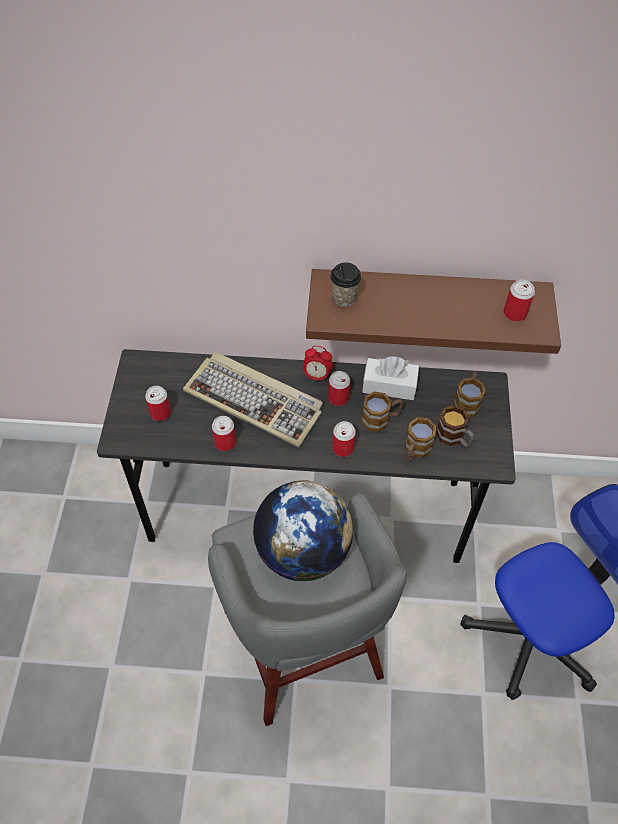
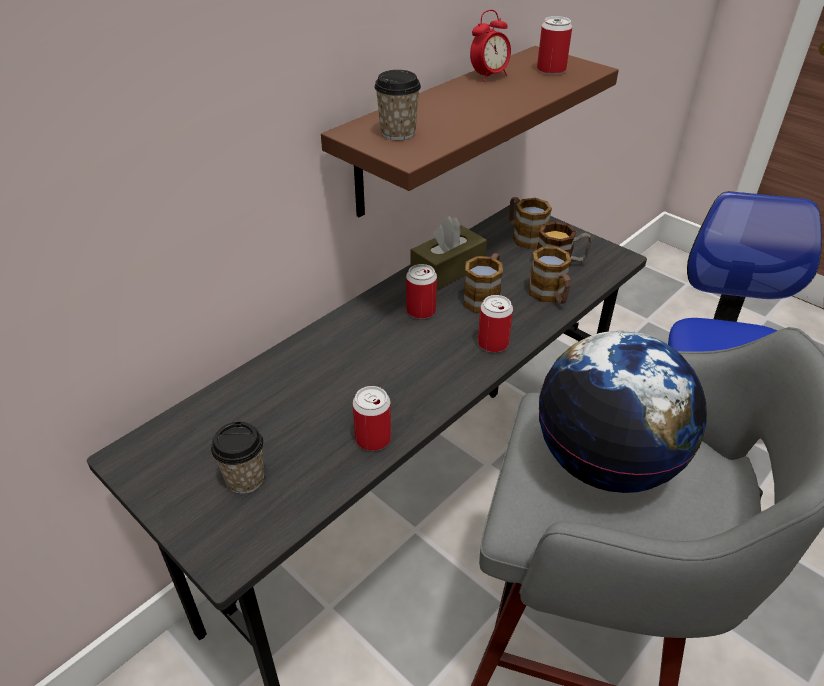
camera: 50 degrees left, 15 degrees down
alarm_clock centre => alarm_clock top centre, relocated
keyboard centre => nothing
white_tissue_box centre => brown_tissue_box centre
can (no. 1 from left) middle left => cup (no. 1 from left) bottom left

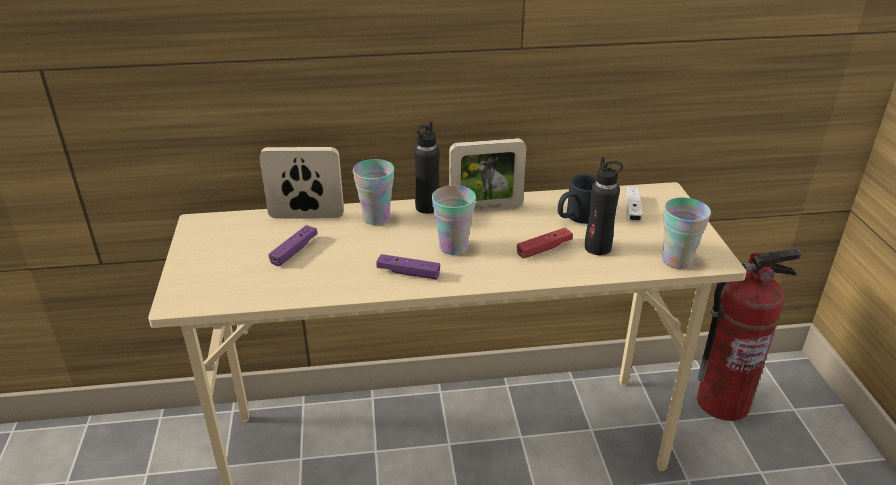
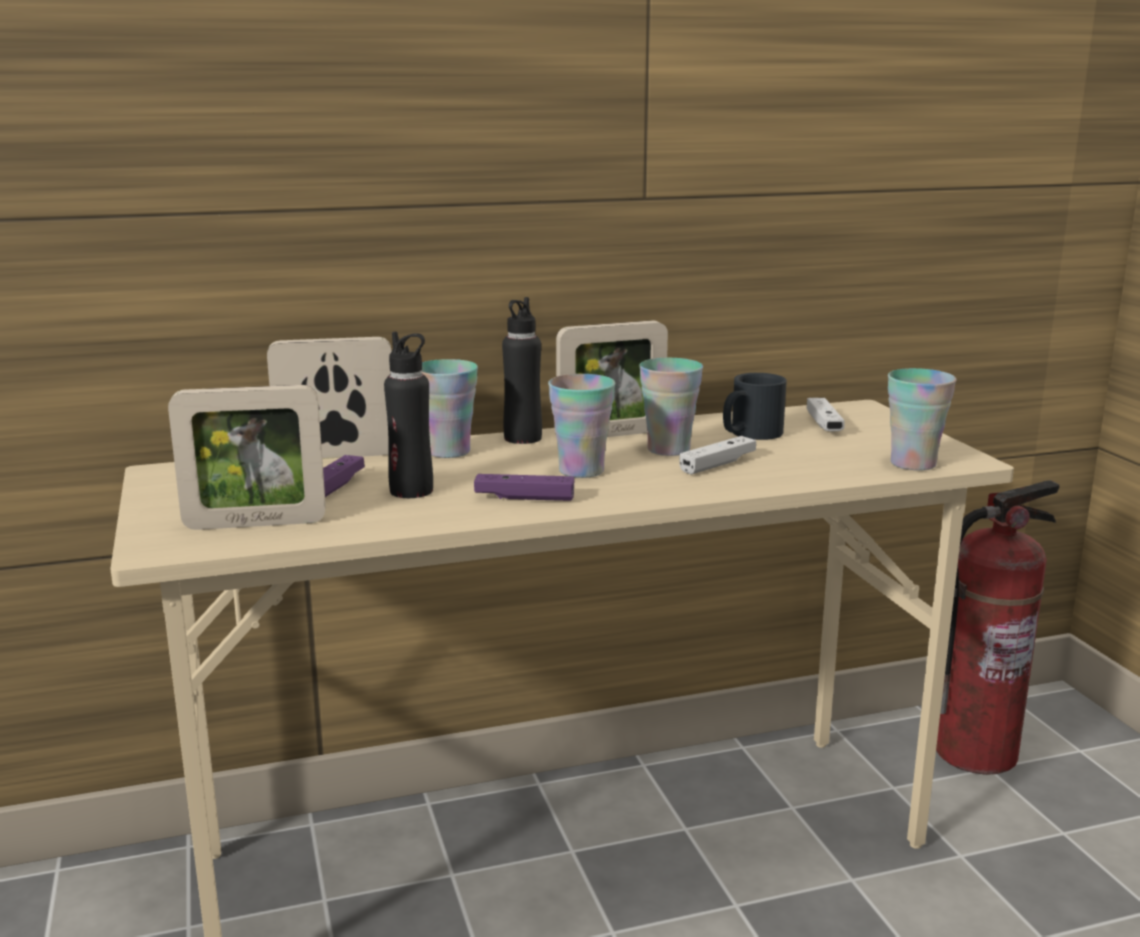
camera: 10 degrees left, 15 degrees down
black_bottle (no. 2 from left in the first image) middle right => black_bottle (no. 1 from left) centre, relocated
red_game_controller centre => white_game_controller (no. 1 from left) centre
nothing => cup (no. 3 from left) centre
nothing => picture_frame (no. 1 from left) middle left

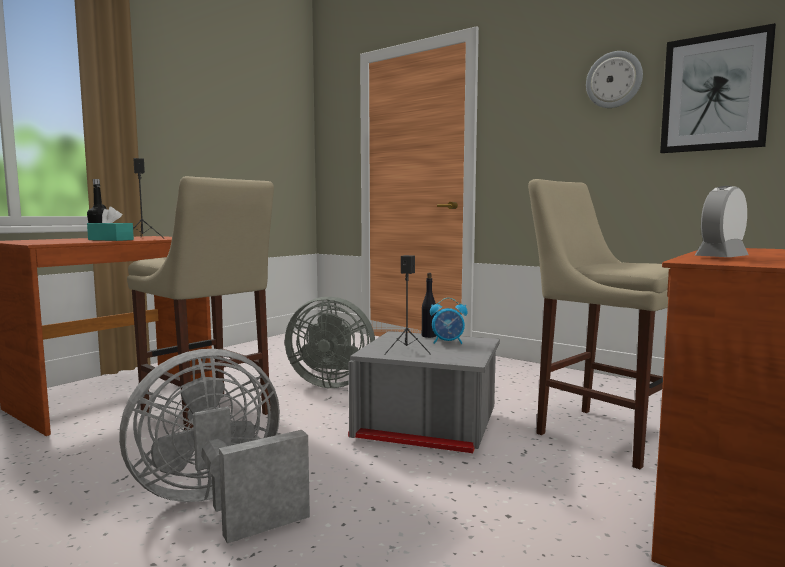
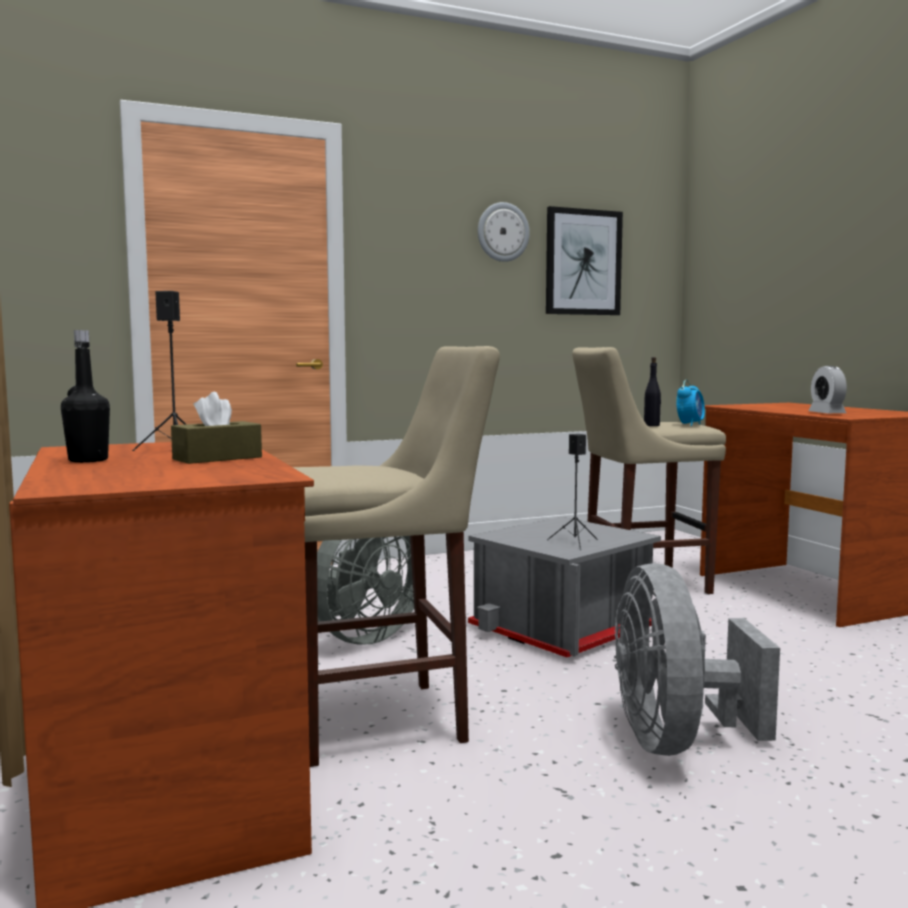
camera: 60 degrees left, 0 degrees up
turquoise_tissue_box middle left => brown_tissue_box middle left
black_bottle (no. 2 from left) centre => black_bottle (no. 2 from left) middle right, relocated
alarm_clock (no. 1 from left) centre => alarm_clock (no. 1 from left) middle right, relocated

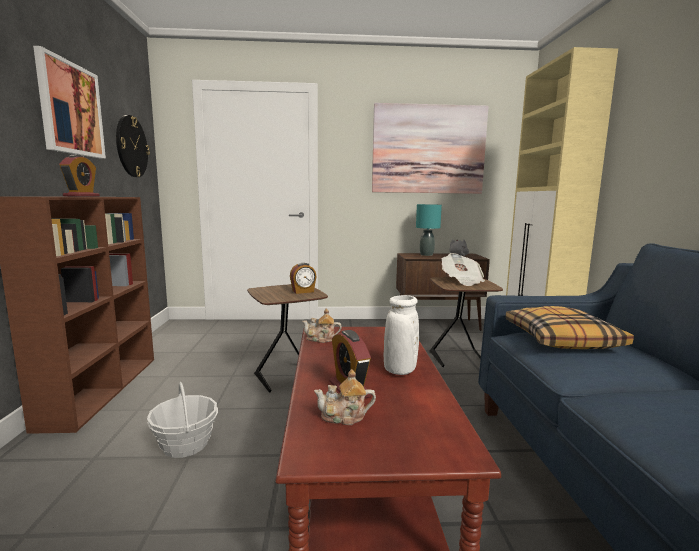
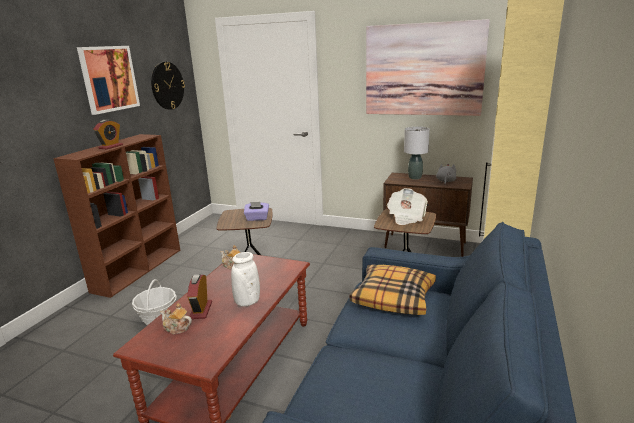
camera: 25 degrees right, 10 degrees up
turquoise_table_lamp centre => grey_table_lamp centre
alarm_clock (no. 2 from left) centre => purple_tissue_box centre

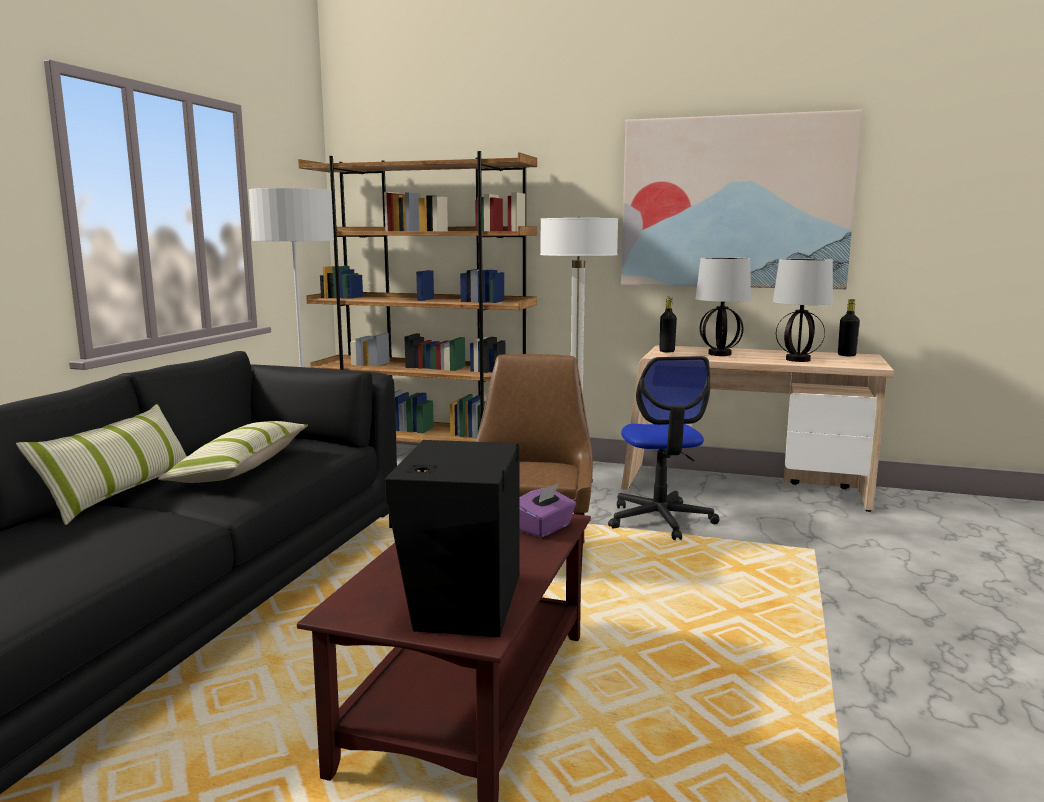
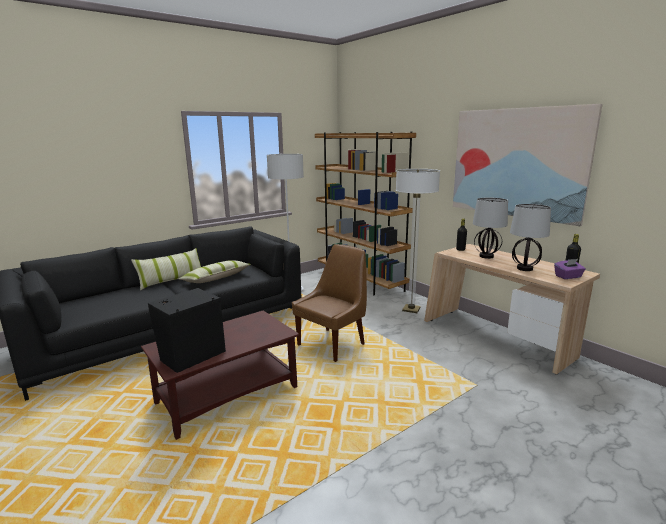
camera: 35 degrees right, 5 degrees up
office_chair centre => nothing
purple_tissue_box centre => purple_tissue_box middle right, relocated

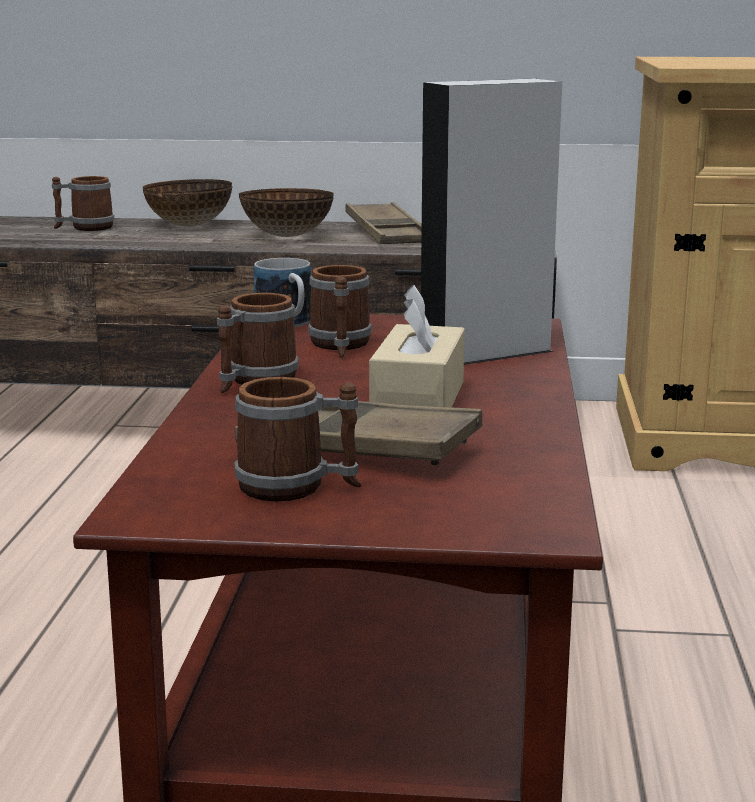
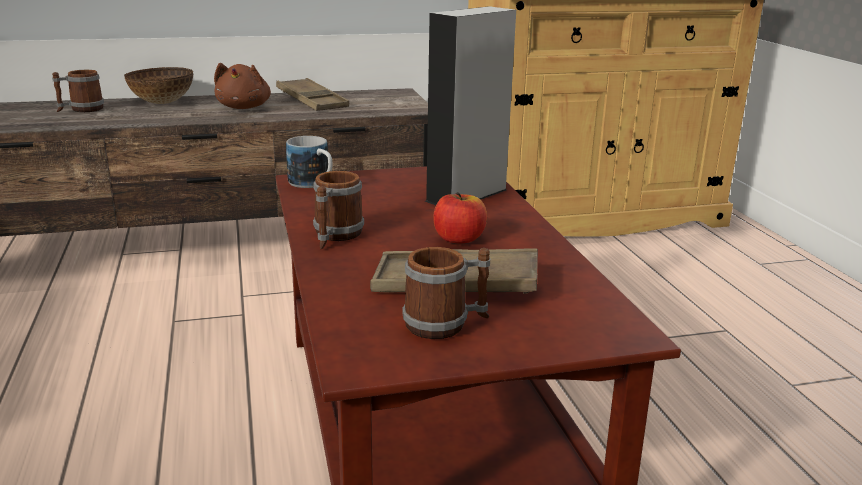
camera: 20 degrees left, 5 degrees up
bowl (no. 2 from left) top centre => brown_plush_toy top left
mug (no. 5 from left) centre => nothing
beige_tissue_box centre => apple centre

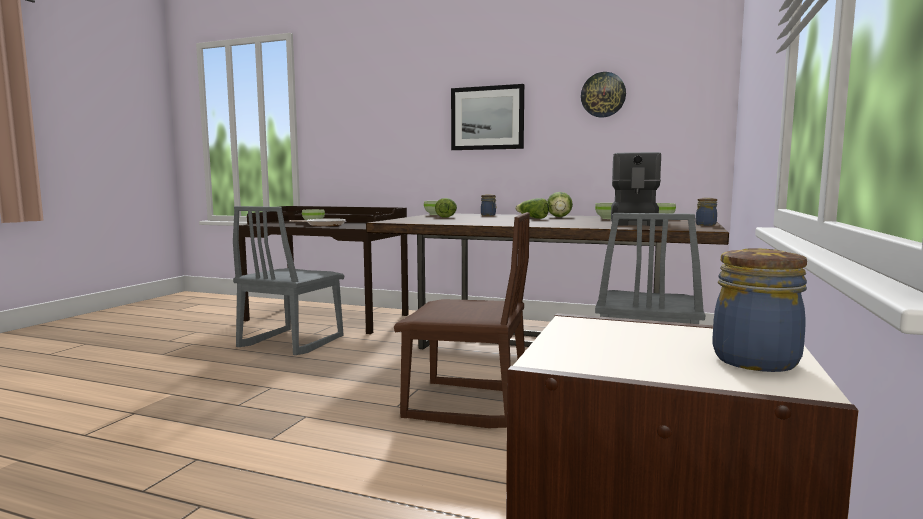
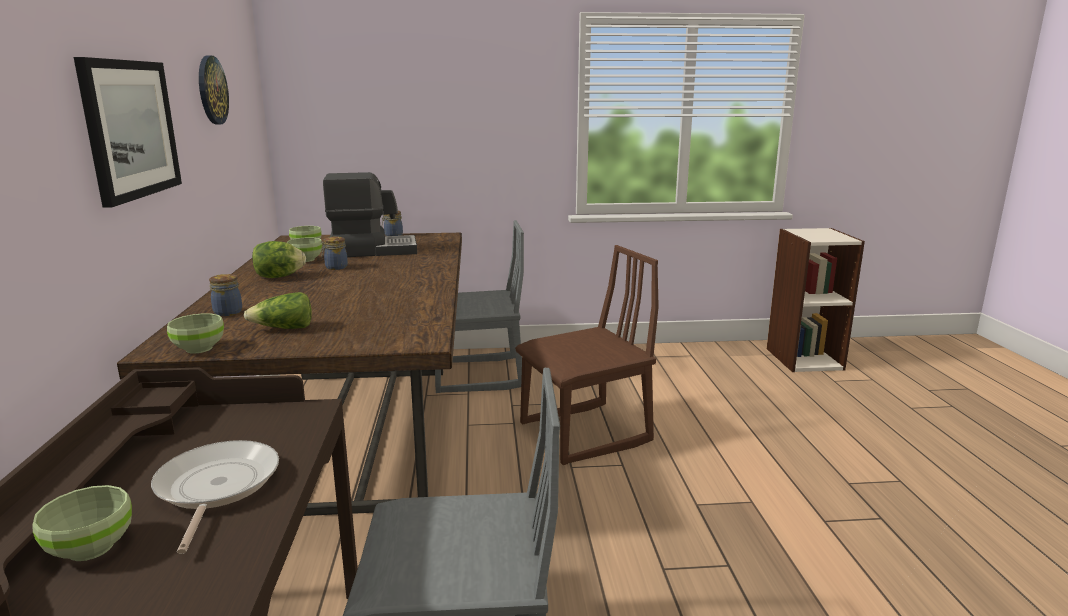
camera: 115 degrees left, 10 degrees up
lettuce (no. 2 from left) centre => nothing
brown_chair centre, 75 degrees clockwise
jar (no. 3 from left in the first image) middle right => jar (no. 2 from left) middle left, relocated

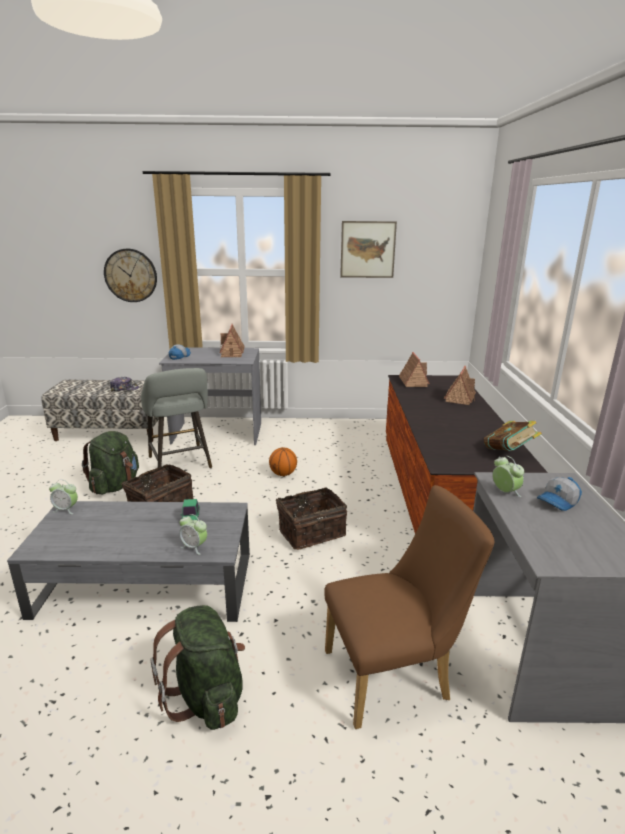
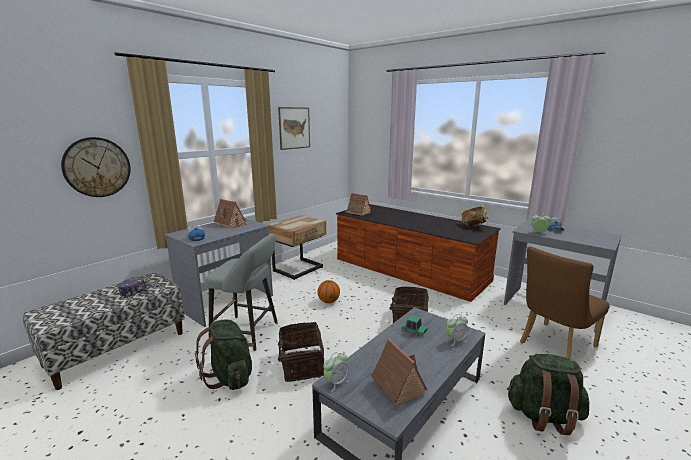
camera: 50 degrees left, 5 degrees down
toy_house (no. 3 from left) middle right => toy_house (no. 3 from left) bottom centre, relocated
brown_chair bottom centre => brown_chair middle right, 150 degrees counterclockwise
nothing => beige_nightstand centre

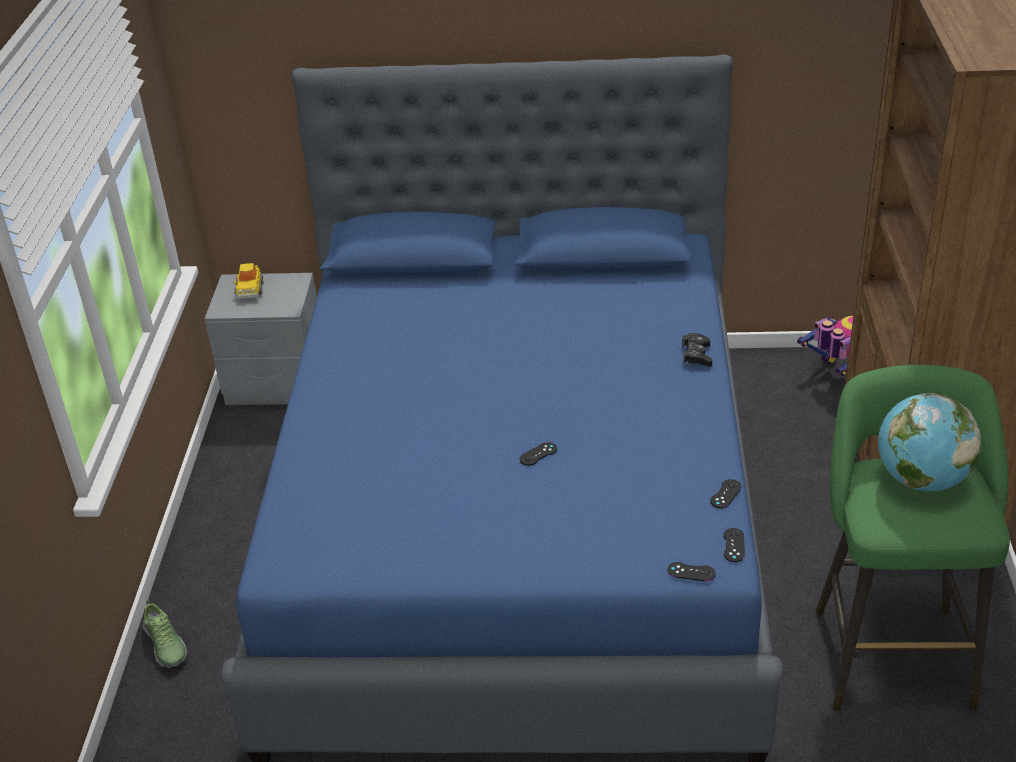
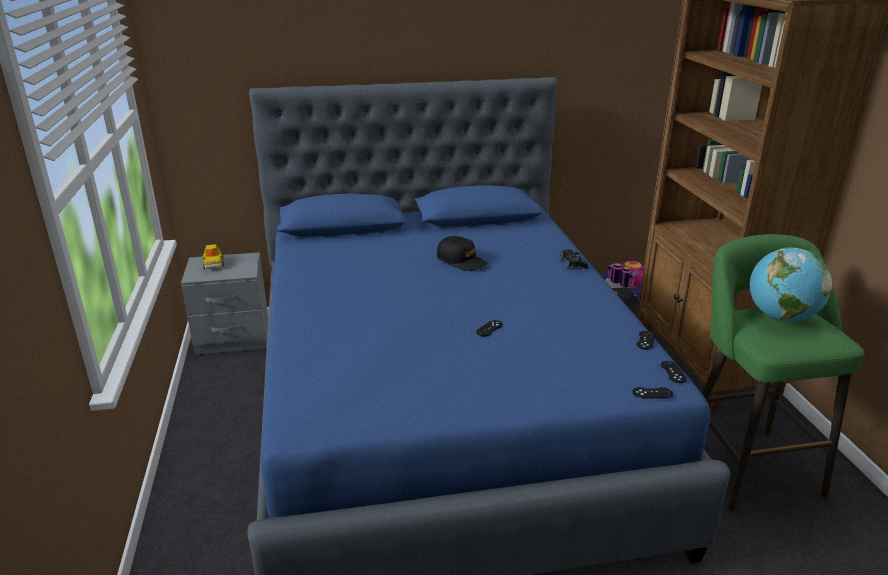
camera: 15 degrees left, 10 degrees down
shoe bottom left => nothing
nothing => black_cap centre

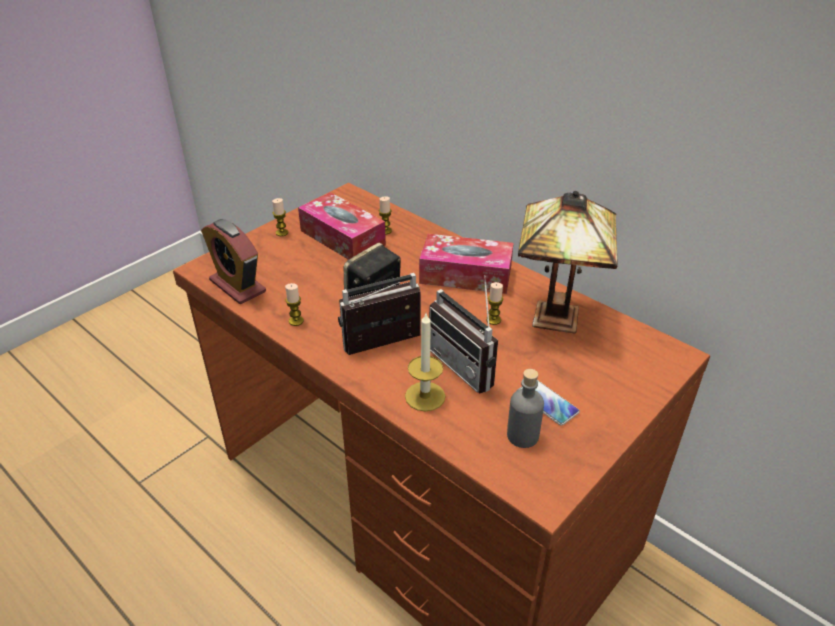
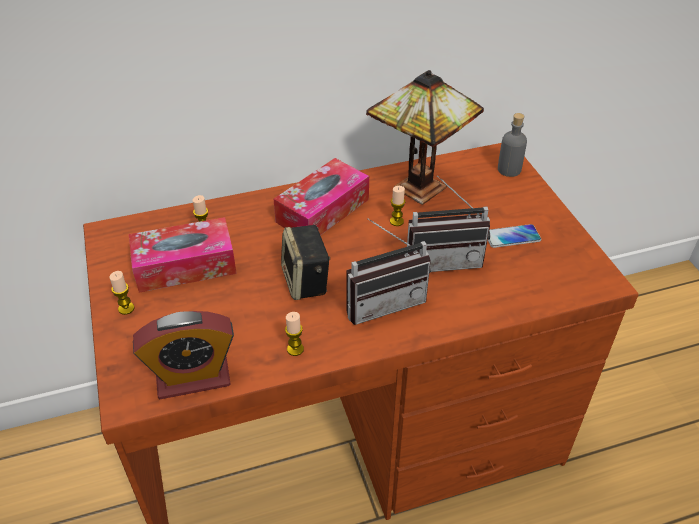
camera: 60 degrees left, 5 degrees up
radio (no. 1 from left) centre, 120 degrees counterclockwise
candle (no. 4 from left) centre => nothing
grey_bottle centre => grey_bottle top right, relocated

